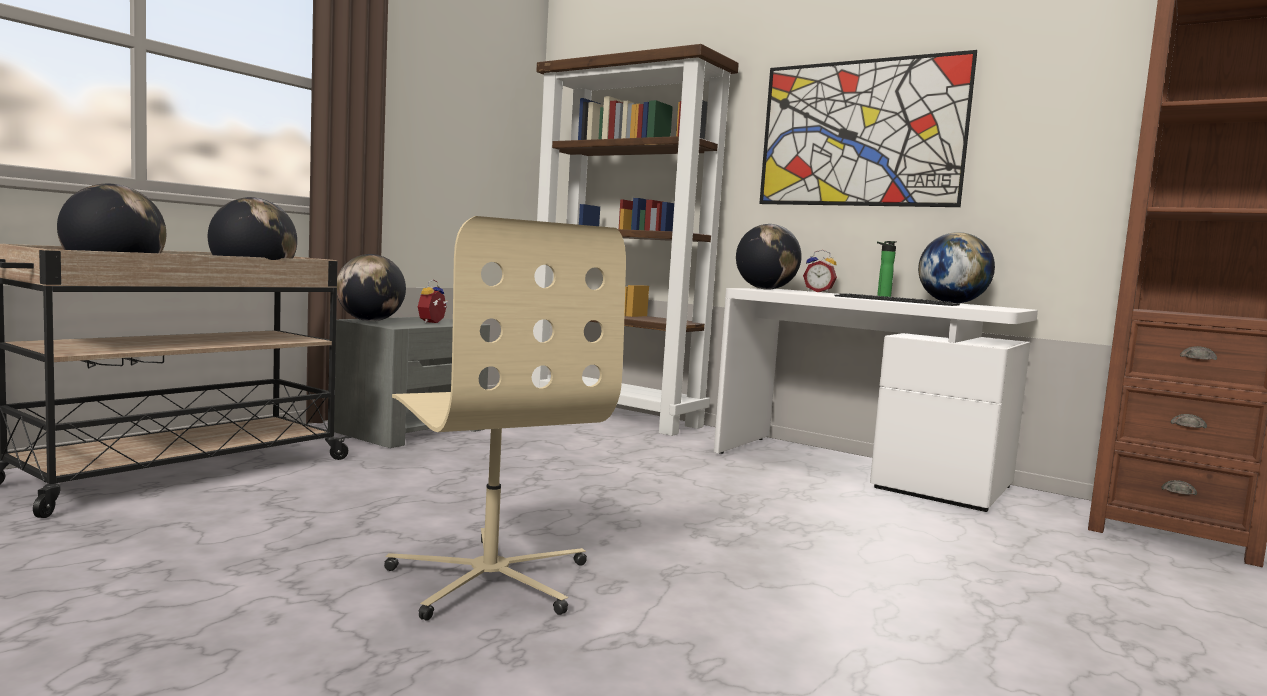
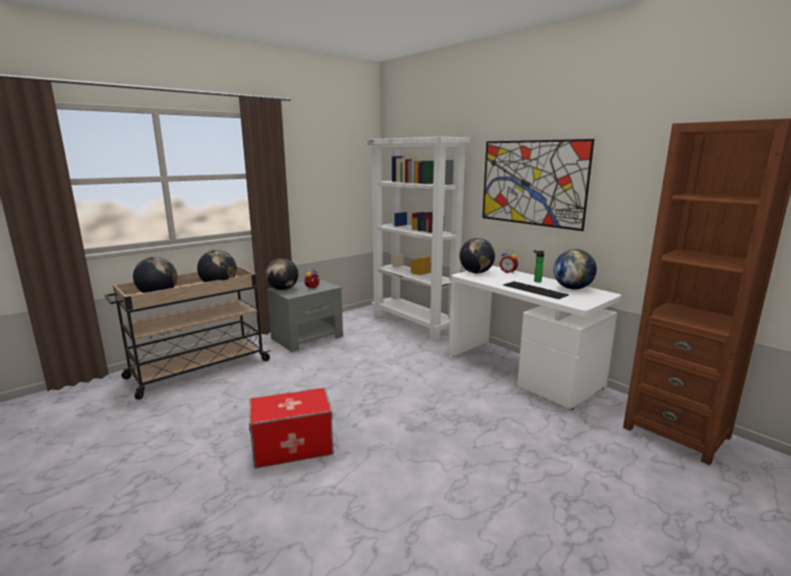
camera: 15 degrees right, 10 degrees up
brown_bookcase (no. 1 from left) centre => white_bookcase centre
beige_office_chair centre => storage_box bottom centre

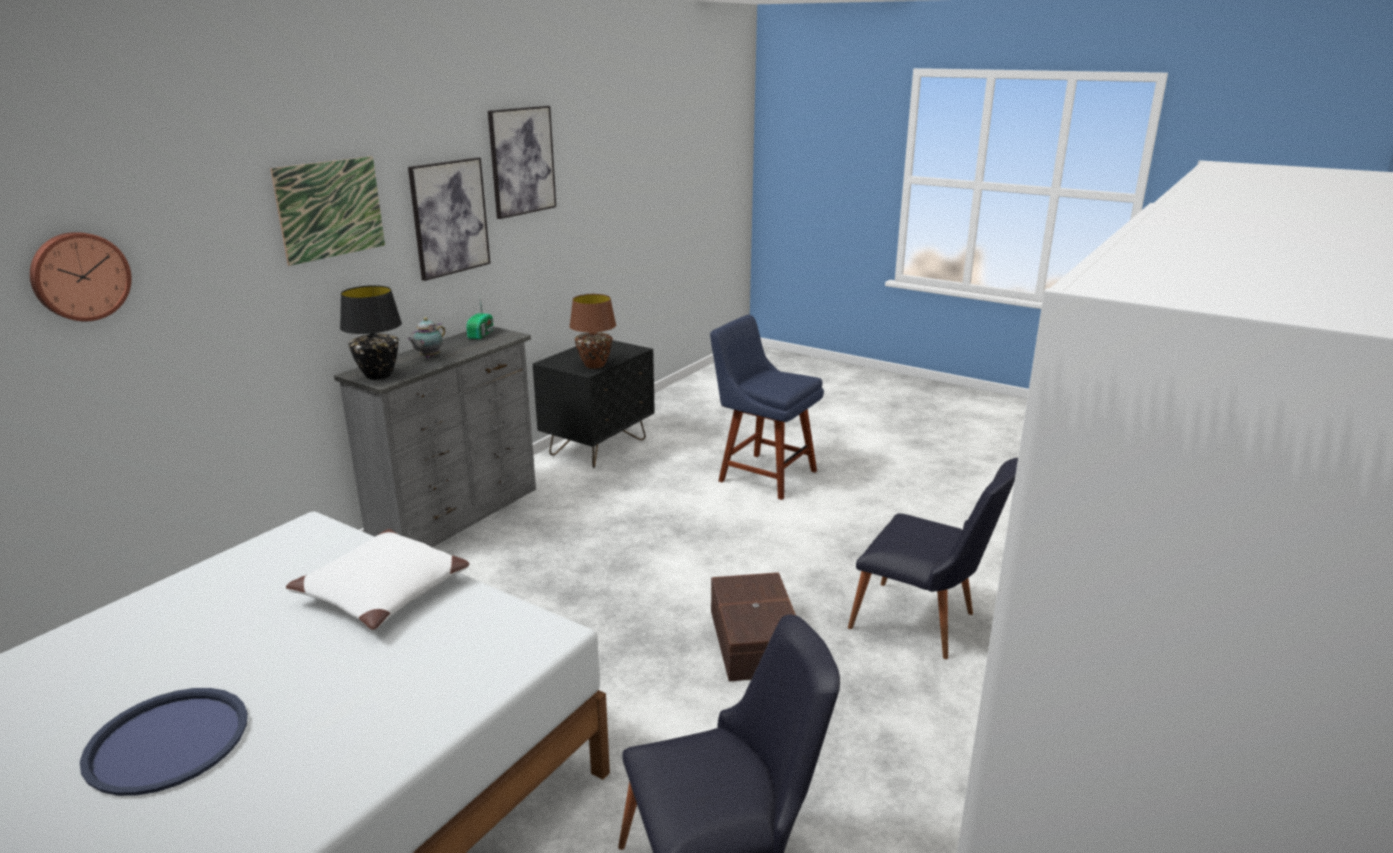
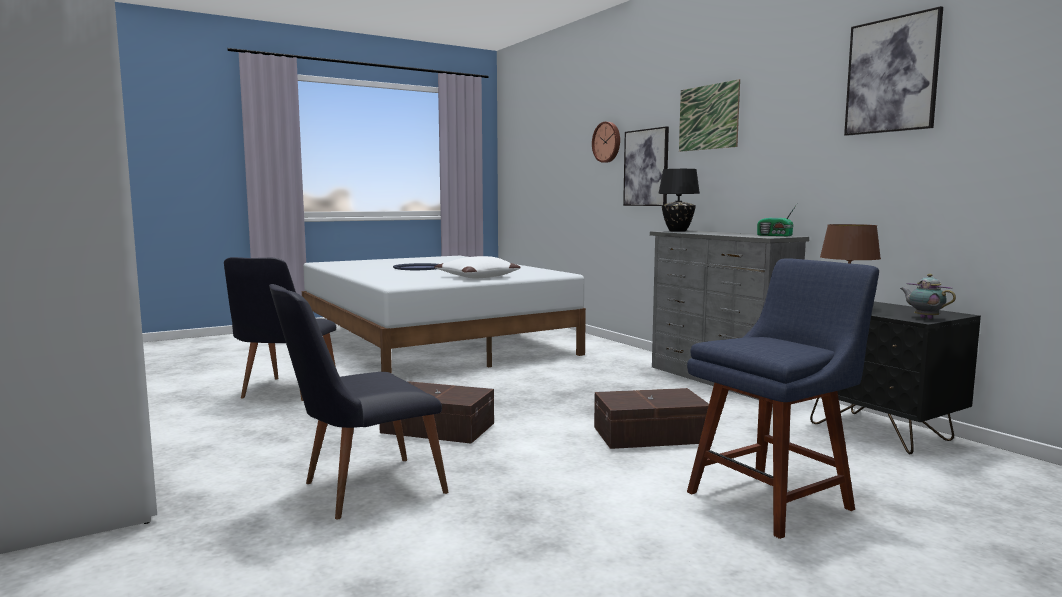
camera: 115 degrees right, 15 degrees down
picture (no. 2 from left in the first image) top left => picture (no. 1 from left) top centre, relocated
teapot middle left => teapot middle right, relocated
nothing => brown_storage_box (no. 2 from left) bottom centre

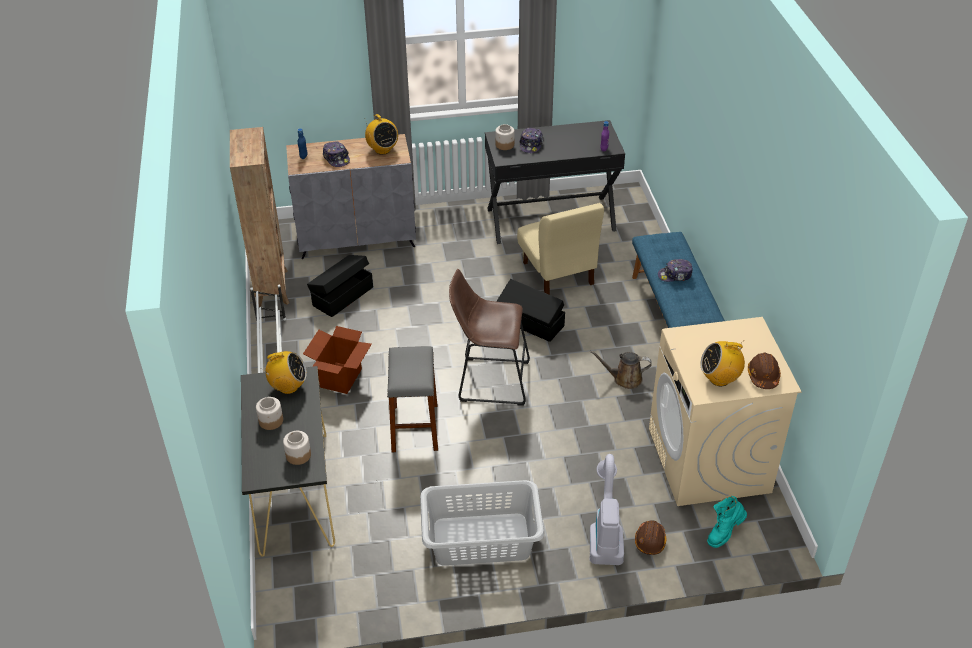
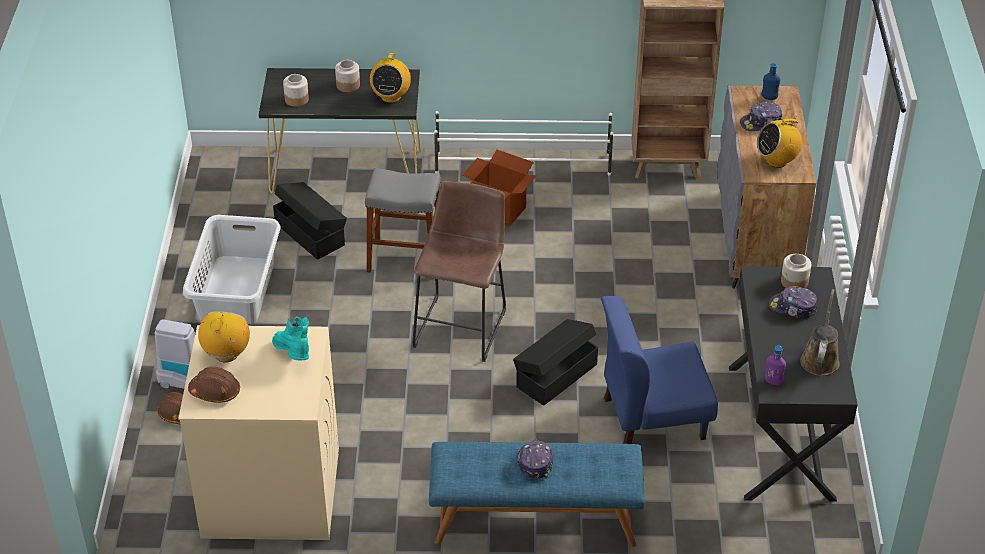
camera: 100 degrees right, 0 degrees up
beige_chair centre => blue_chair bottom right
black_storage_box (no. 1 from left) centre => black_storage_box (no. 1 from left) middle left, relocated
brown_watering_can centre => brown_watering_can middle right, relocated
turquoise_boot bottom right => turquoise_boot middle left, relocated

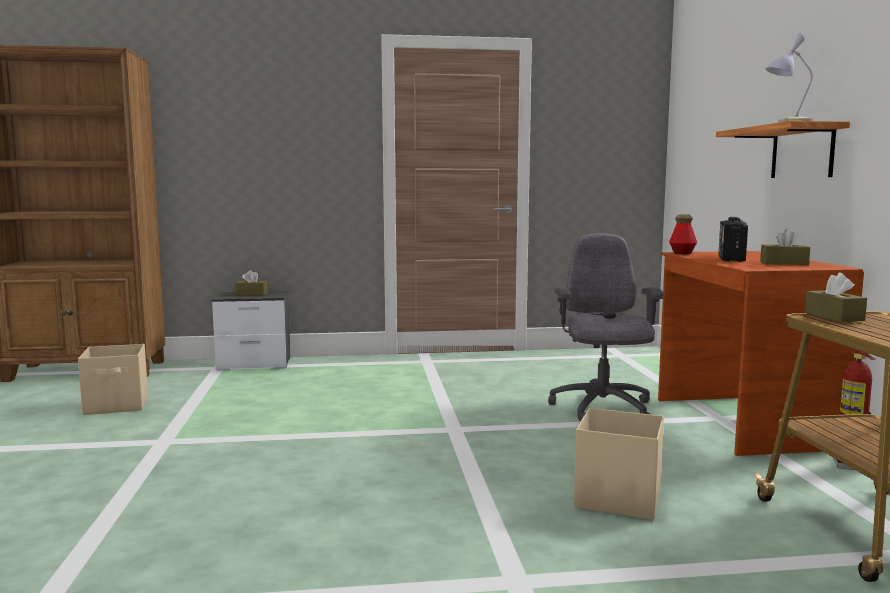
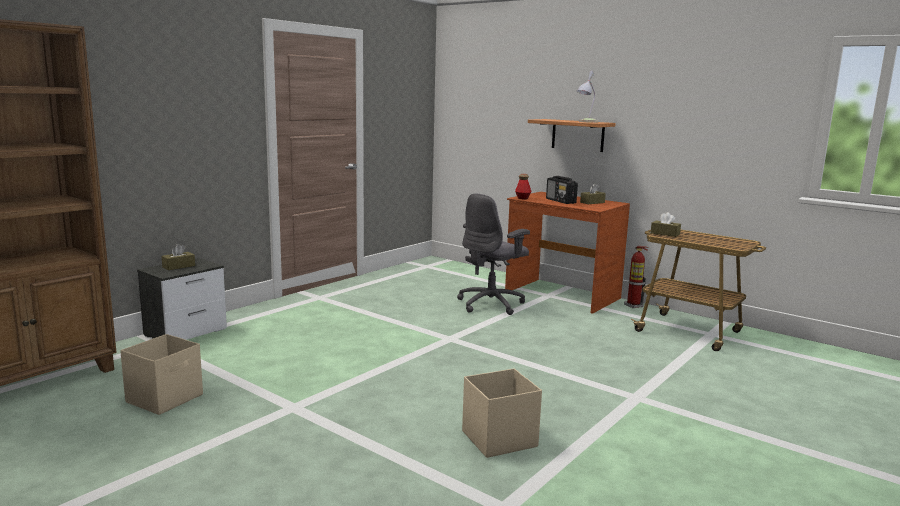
camera: 45 degrees left, 5 degrees up
grey_office_chair middle right => grey_office_chair centre, 90 degrees counterclockwise
beige_storage_box (no. 2 from left) bottom right => beige_storage_box (no. 2 from left) bottom centre, relocated

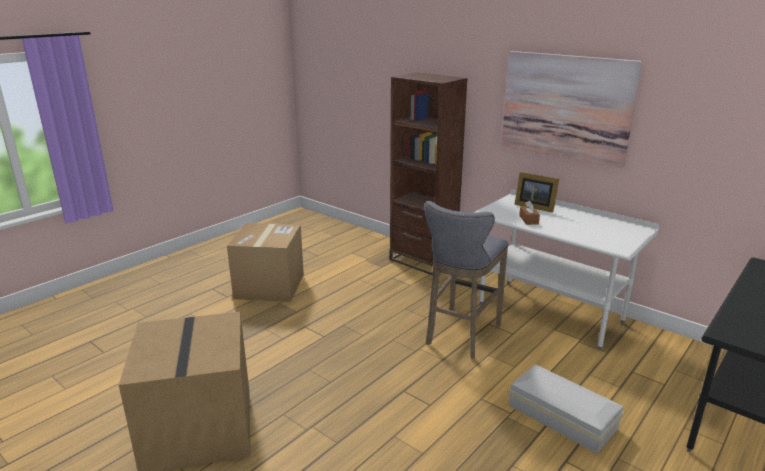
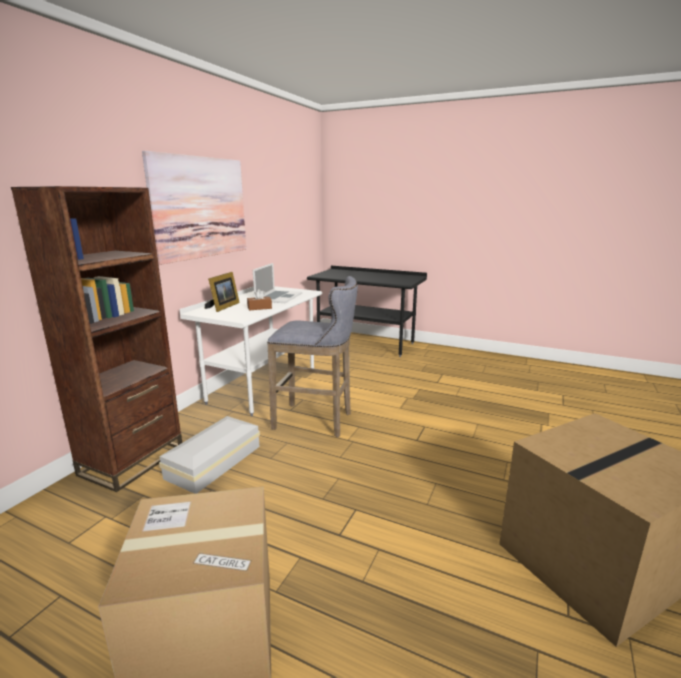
camera: 105 degrees left, 5 degrees down
white_storage_box bottom right => white_storage_box bottom left, relocated
nothing => laptop centre

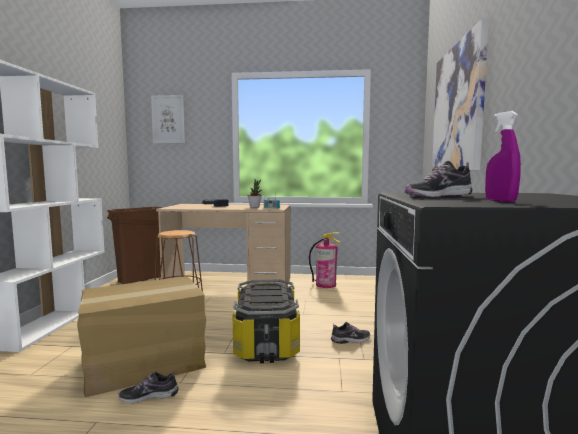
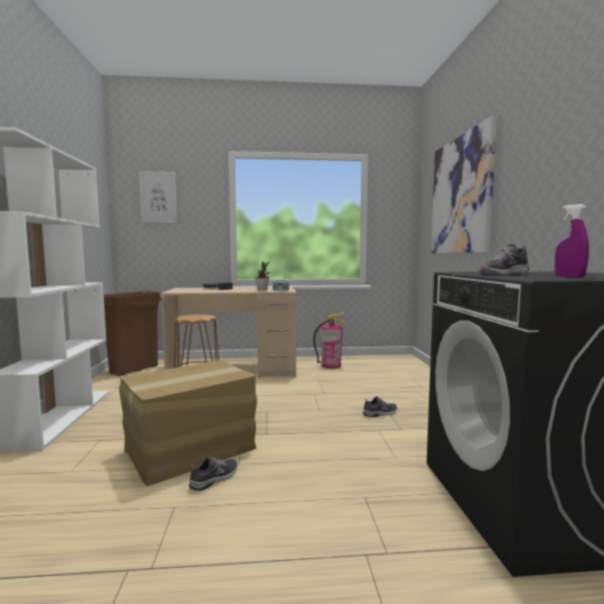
camera: 10 degrees left, 0 degrees up
storage_box bottom centre => nothing
shoe (no. 1 from left) bottom left => shoe (no. 1 from left) bottom centre, 150 degrees clockwise

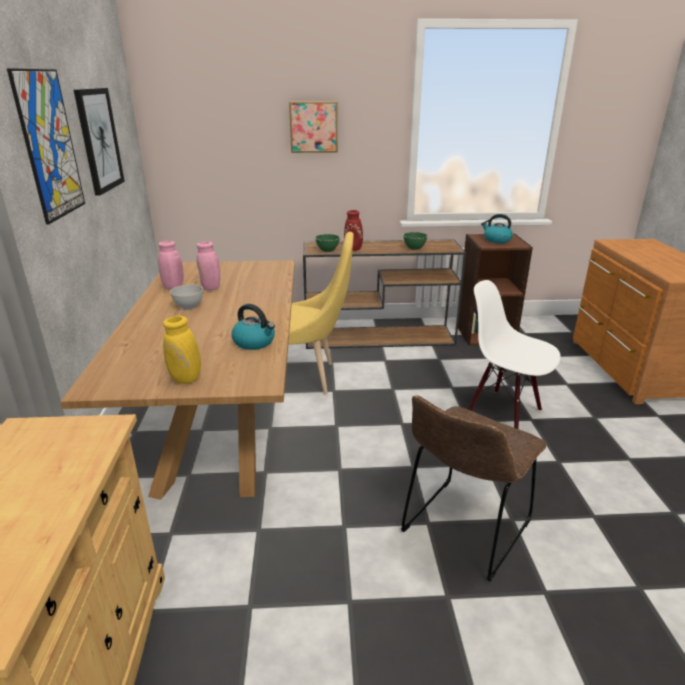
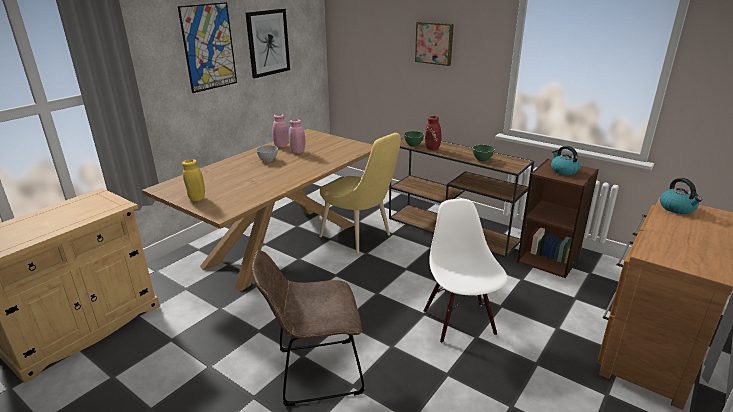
camera: 40 degrees right, 0 degrees up
kettle (no. 1 from left in the first image) centre => kettle (no. 2 from left) middle right, relocated

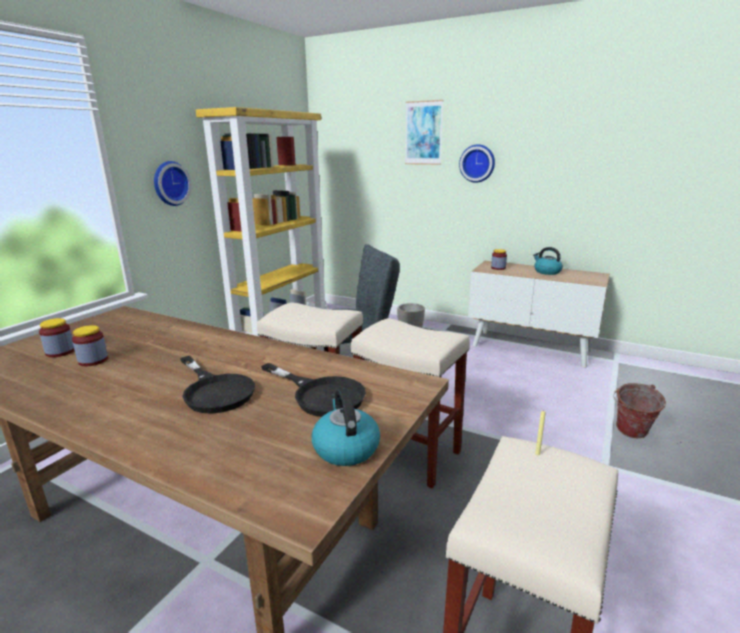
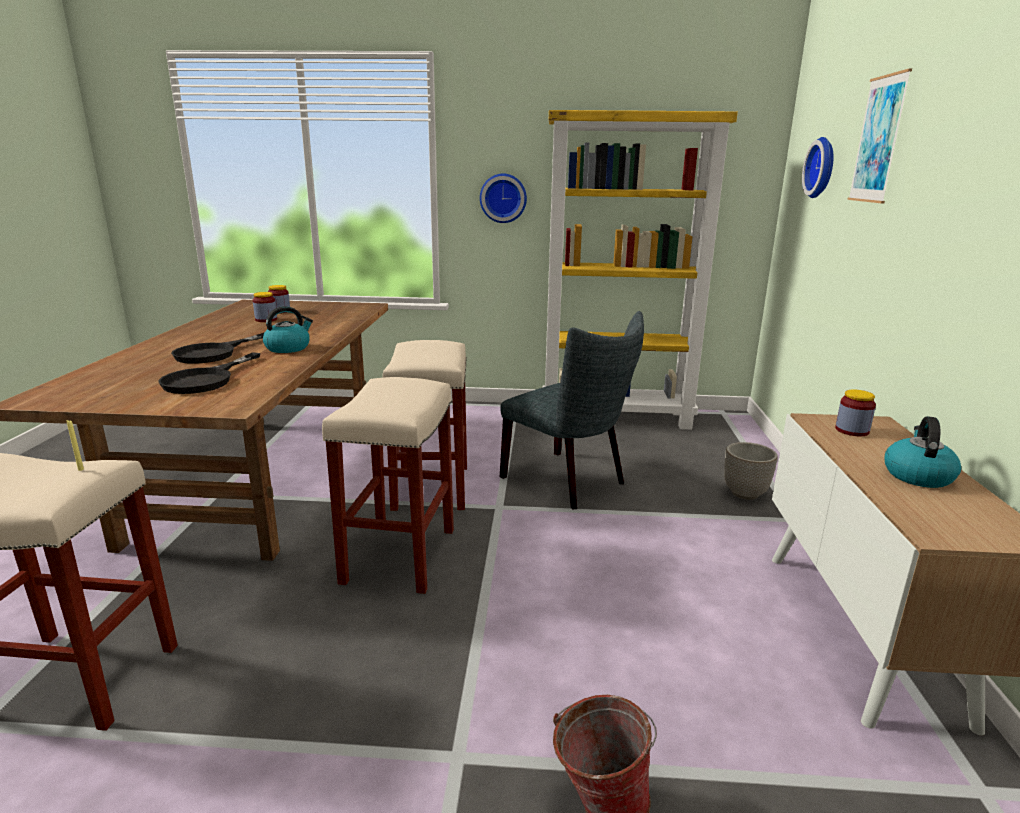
camera: 65 degrees right, 0 degrees up
wall_clock (no. 2 from left) top centre => wall_clock (no. 2 from left) top right, relocated
kettle (no. 1 from left) bottom centre => kettle (no. 1 from left) middle left, relocated

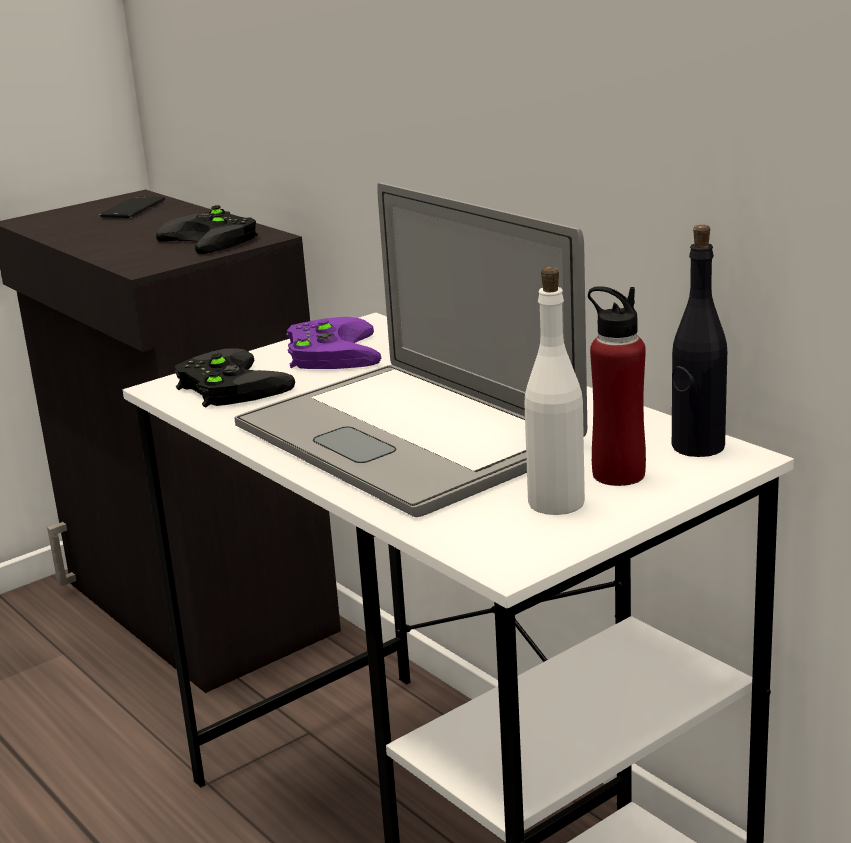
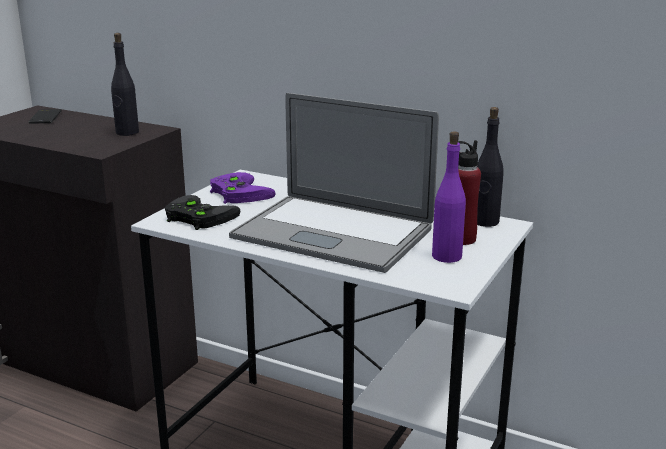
camera: 25 degrees left, 0 degrees up
black_game_controller (no. 1 from left) top left => black_bottle (no. 1 from left) top left
white_bottle centre => purple_bottle middle right

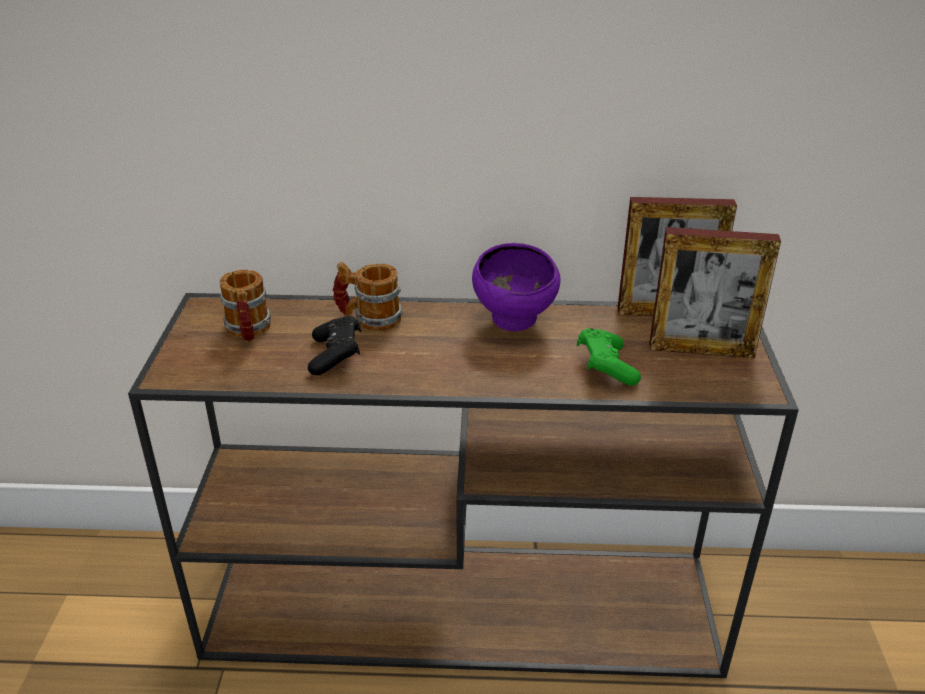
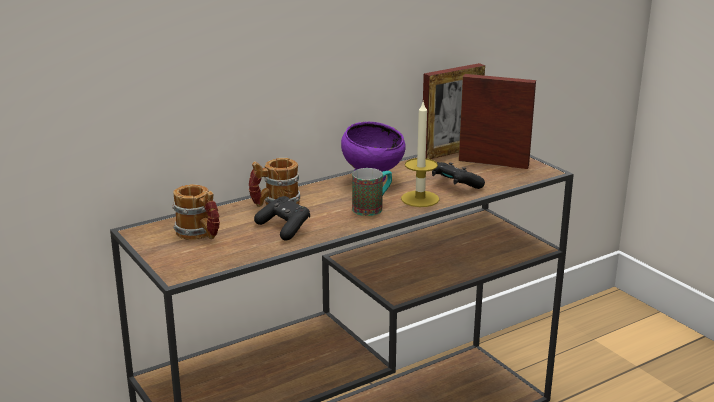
camera: 35 degrees left, 10 degrees down
picture_frame (no. 2 from left) middle right => picture_frame (no. 2 from left) top right, 135 degrees counterclockwise
green_game_controller centre => black_game_controller (no. 2 from left) centre
nothing => candle centre
nothing => mug (no. 3 from left) centre

